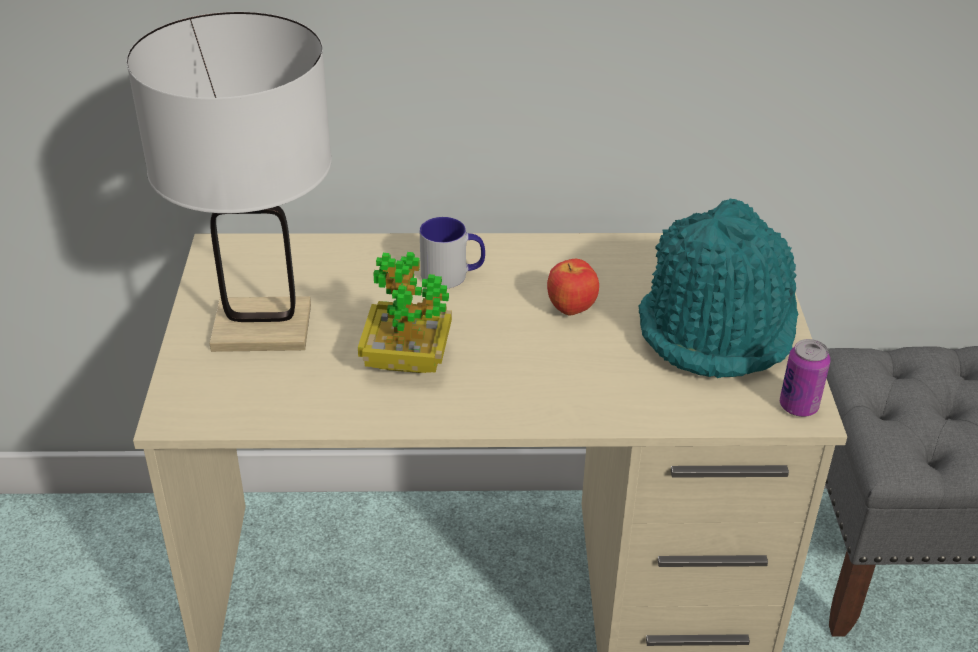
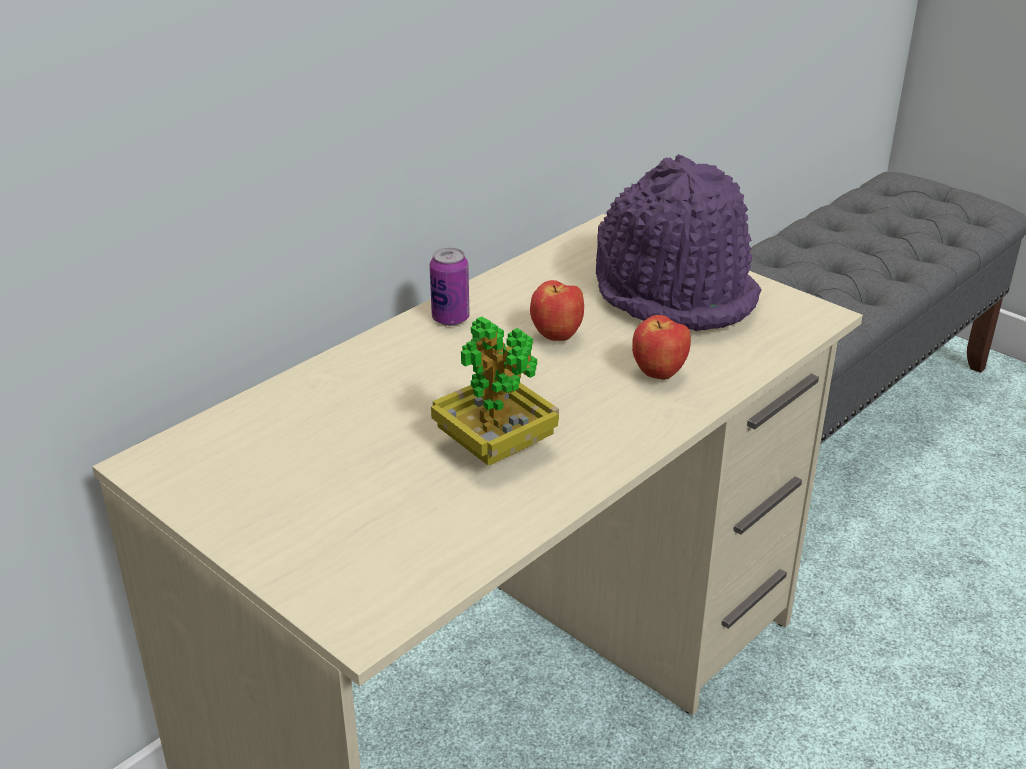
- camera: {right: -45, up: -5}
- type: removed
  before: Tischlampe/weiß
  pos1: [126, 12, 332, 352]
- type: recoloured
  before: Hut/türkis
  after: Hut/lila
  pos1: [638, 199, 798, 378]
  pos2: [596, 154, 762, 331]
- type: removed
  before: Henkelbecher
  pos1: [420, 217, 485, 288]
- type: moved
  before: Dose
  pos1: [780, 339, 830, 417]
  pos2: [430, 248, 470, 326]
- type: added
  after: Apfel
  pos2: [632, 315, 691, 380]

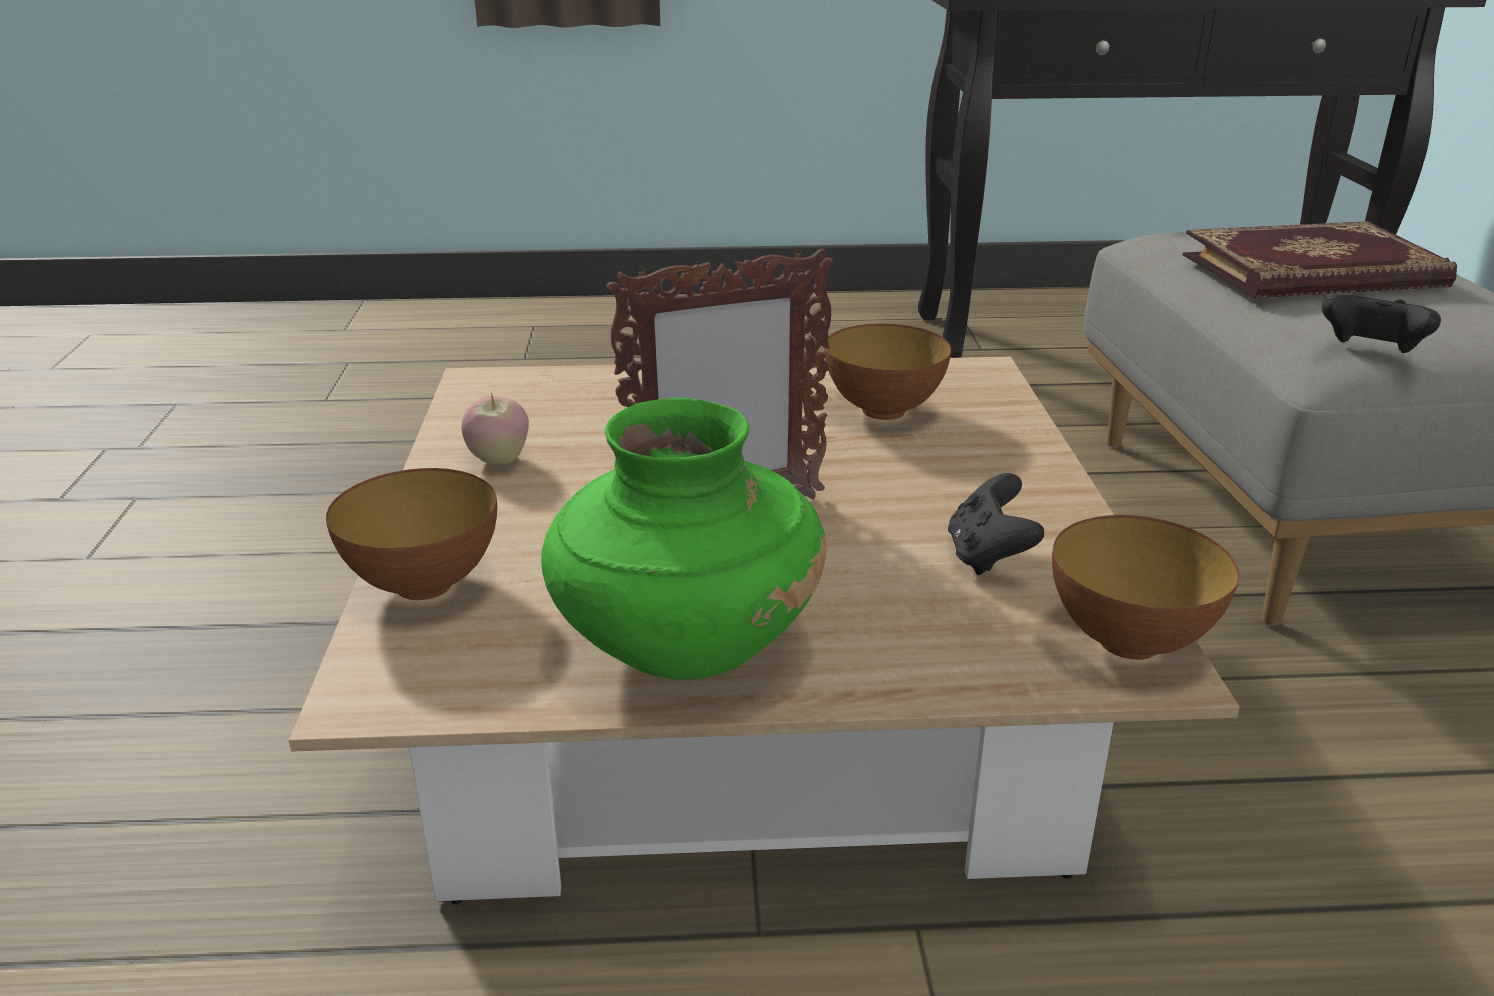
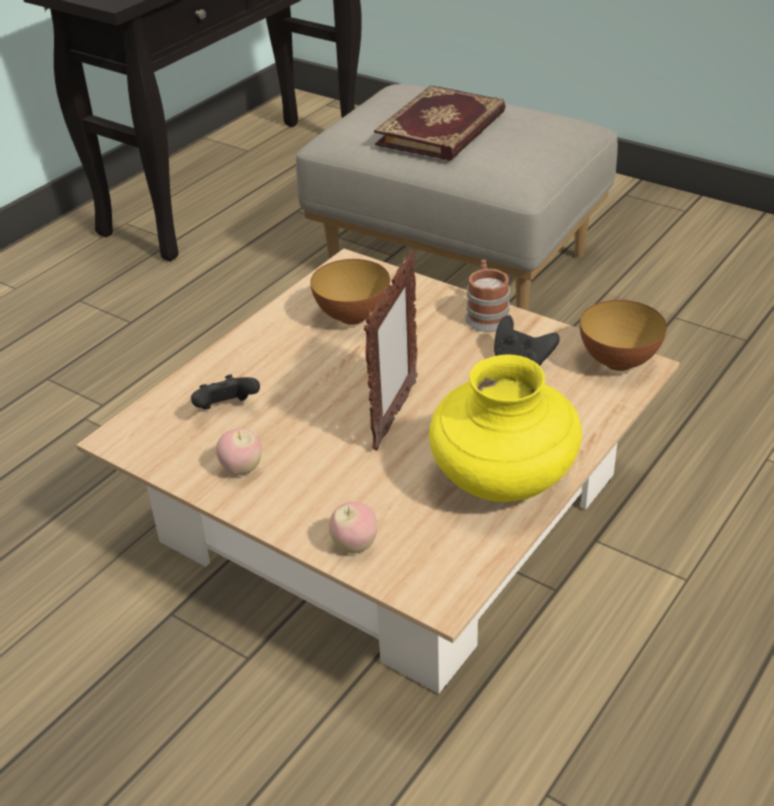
- camera: {right: -50, up: 10}
- type: moved
  before: Gamepad/schwarz
  pos1: [1322, 294, 1441, 353]
  pos2: [191, 375, 260, 410]
- type: recoloured
  before: Vase/grün
  after: Vase/gelb
  pos1: [541, 398, 826, 680]
  pos2: [429, 354, 582, 502]
- type: replaced
  before: Schüssel
  after: Apfel
  pos1: [326, 468, 497, 600]
  pos2: [329, 502, 378, 553]
- type: added
  after: Henkelbecher
  pos2: [465, 260, 510, 332]

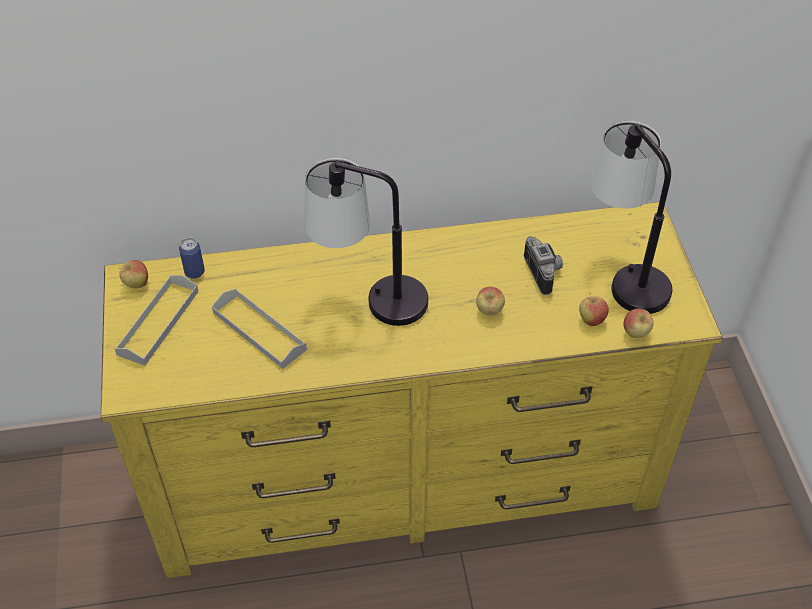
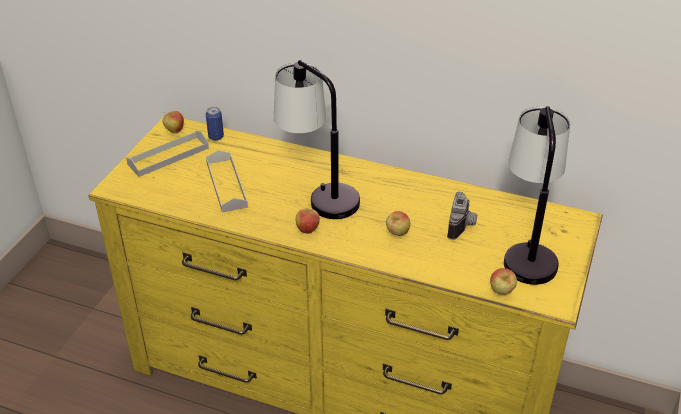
- camera: {right: 30, up: -10}
- type: moved
  before: Apfel
  pos1: [579, 293, 609, 326]
  pos2: [296, 205, 320, 234]

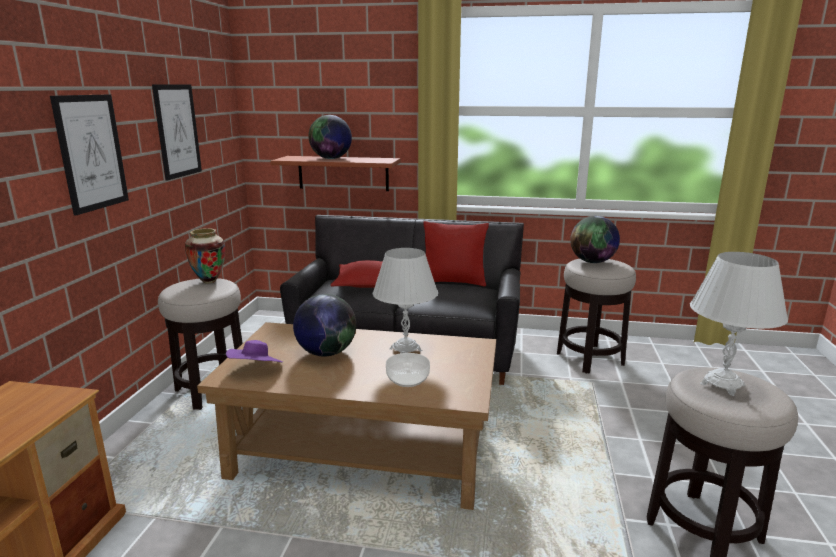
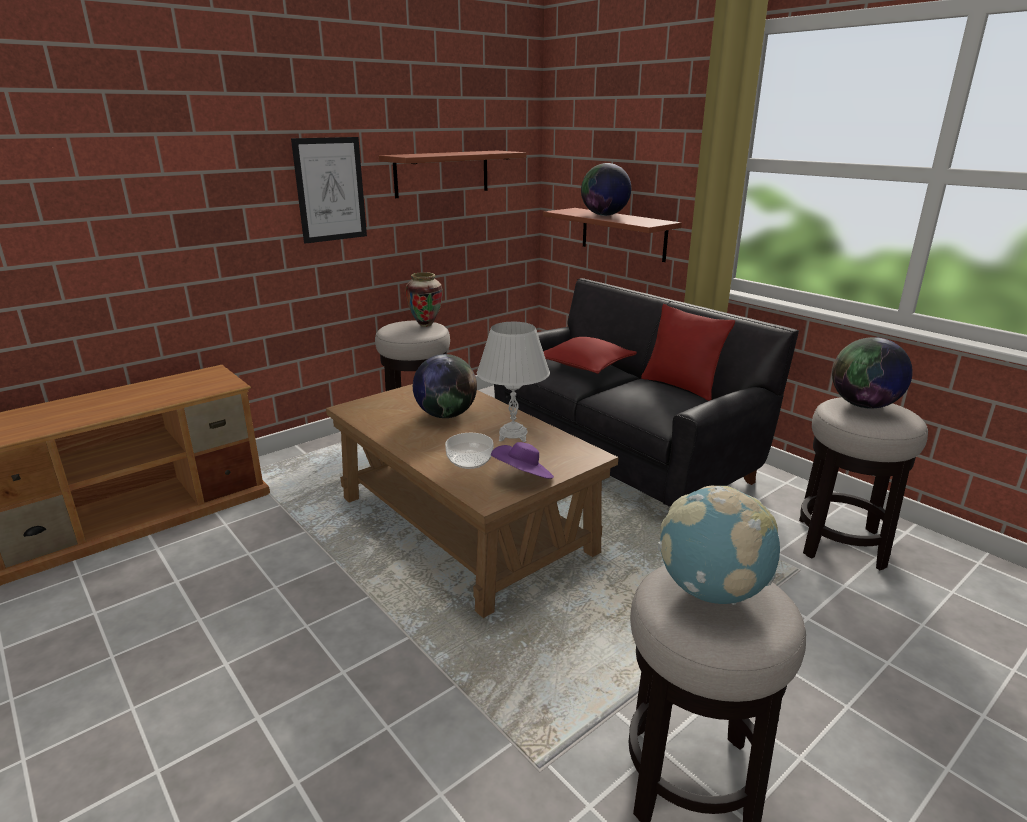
- camera: {right: 40, up: 5}
- type: replaced
  before: Bild
  after: Wandregal
  pos1: [152, 84, 202, 180]
  pos2: [379, 151, 527, 198]
- type: replaced
  before: Tischlampe/weiß
  after: Globus
  pos1: [690, 252, 788, 396]
  pos2: [658, 485, 780, 605]
- type: moved
  before: Hut/lila
  pos1: [226, 340, 283, 362]
  pos2: [491, 442, 554, 479]

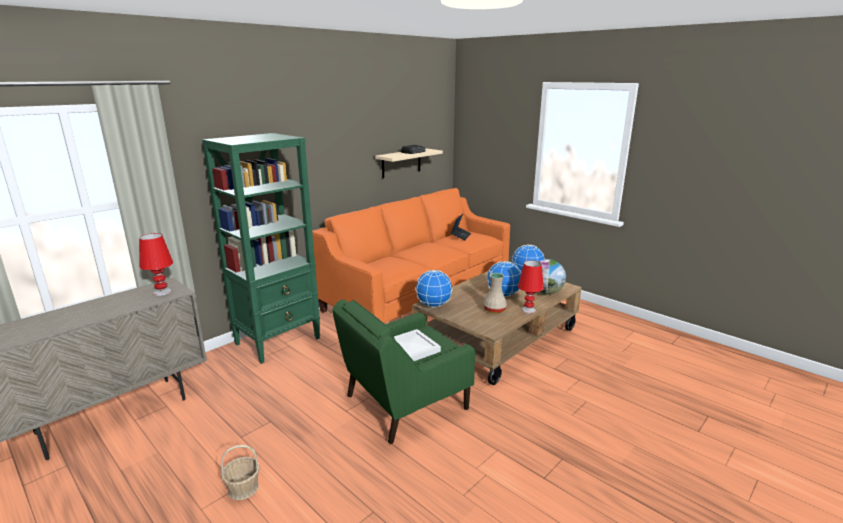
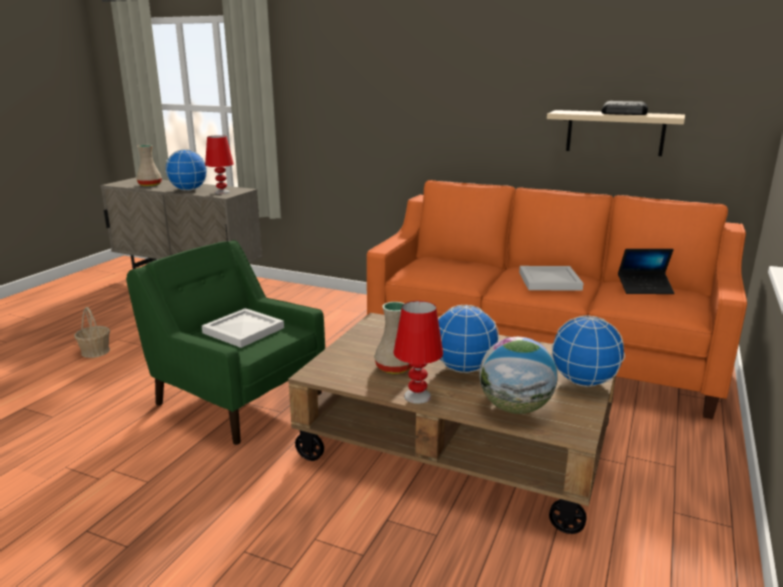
- camera: {right: 70, up: 0}
- type: removed
  before: Bücherregal/grün
  pos1: [202, 133, 320, 364]
- type: moved
  before: Globus
  pos1: [415, 270, 453, 307]
  pos2: [165, 149, 208, 191]
- type: added
  after: Vase/beige
  pos2: [136, 145, 162, 187]
- type: added
  after: Tablett/weiß
  pos2: [519, 266, 583, 291]

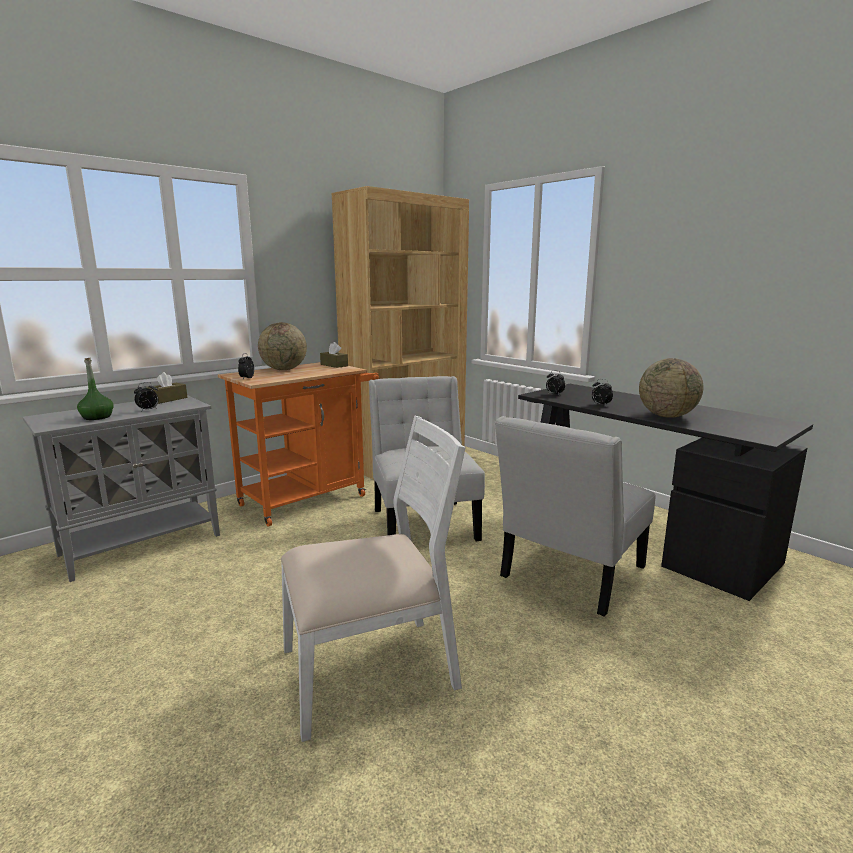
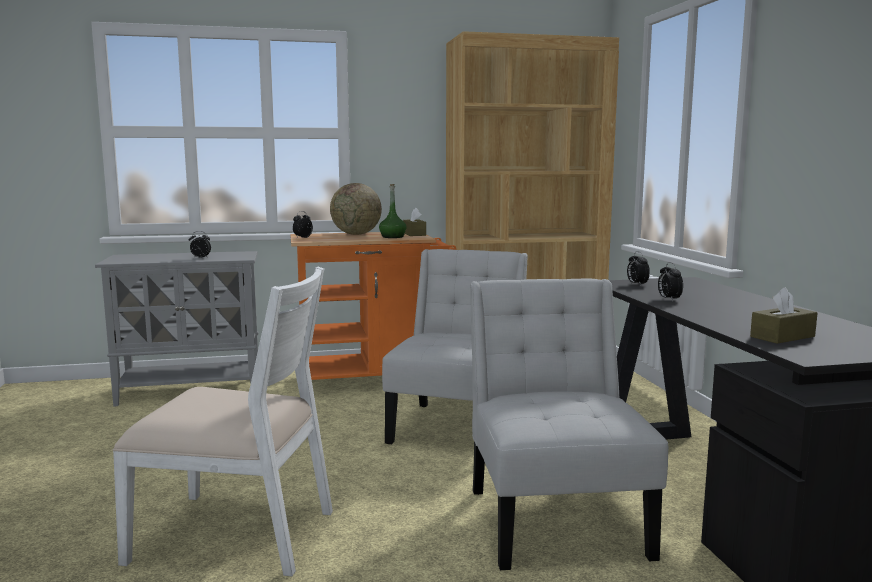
- camera: {right: 30, up: -5}
- type: moved
  before: Flasche/grün
  pos1: [77, 358, 114, 420]
  pos2: [379, 184, 407, 238]
- type: removed
  before: Globus
  pos1: [639, 358, 703, 418]
- type: moved
  before: Taschentuchbox/braun
  pos1: [148, 372, 187, 404]
  pos2: [750, 287, 817, 344]
- type: turned
  before: Stuhl/weiß
  pos1: [495, 416, 655, 617]
  pos2: [470, 279, 668, 570]
  turn: 105

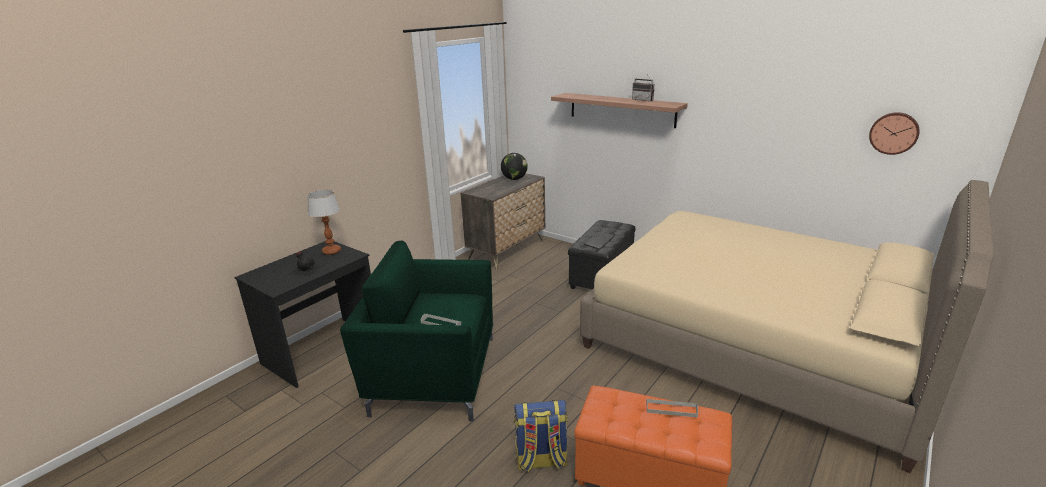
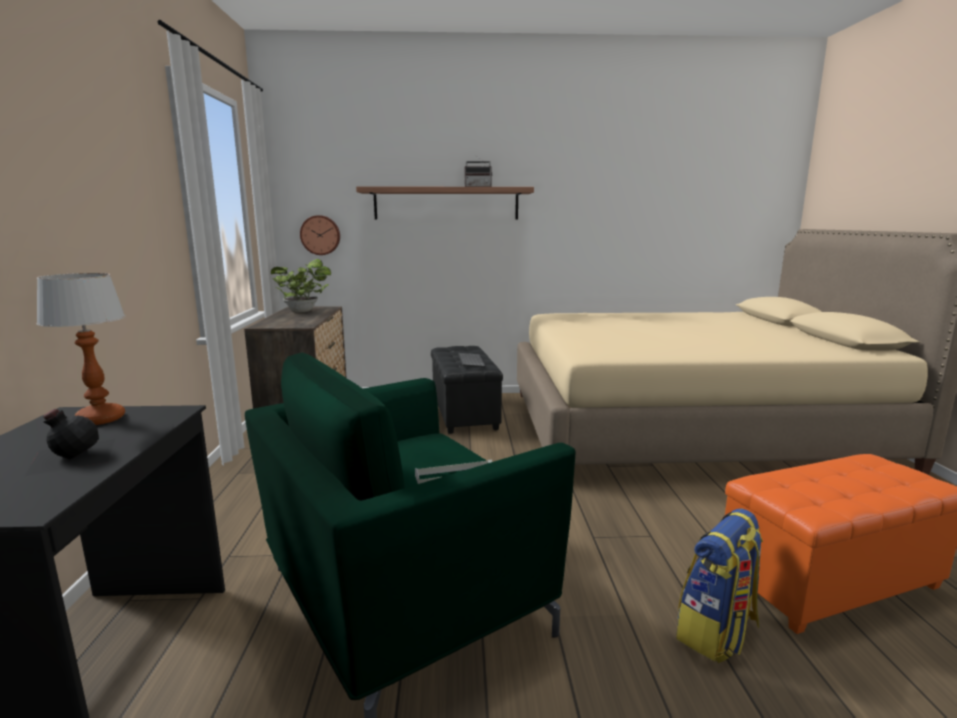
- camera: {right: -40, up: -10}
- type: moved
  before: Wanduhr
  pos1: [869, 112, 920, 155]
  pos2: [300, 215, 340, 255]
- type: replaced
  before: Globus
  after: Topfpflanze
  pos1: [501, 153, 528, 180]
  pos2: [271, 259, 331, 313]
- type: removed
  before: Tablett/grau
  pos1: [646, 399, 698, 418]

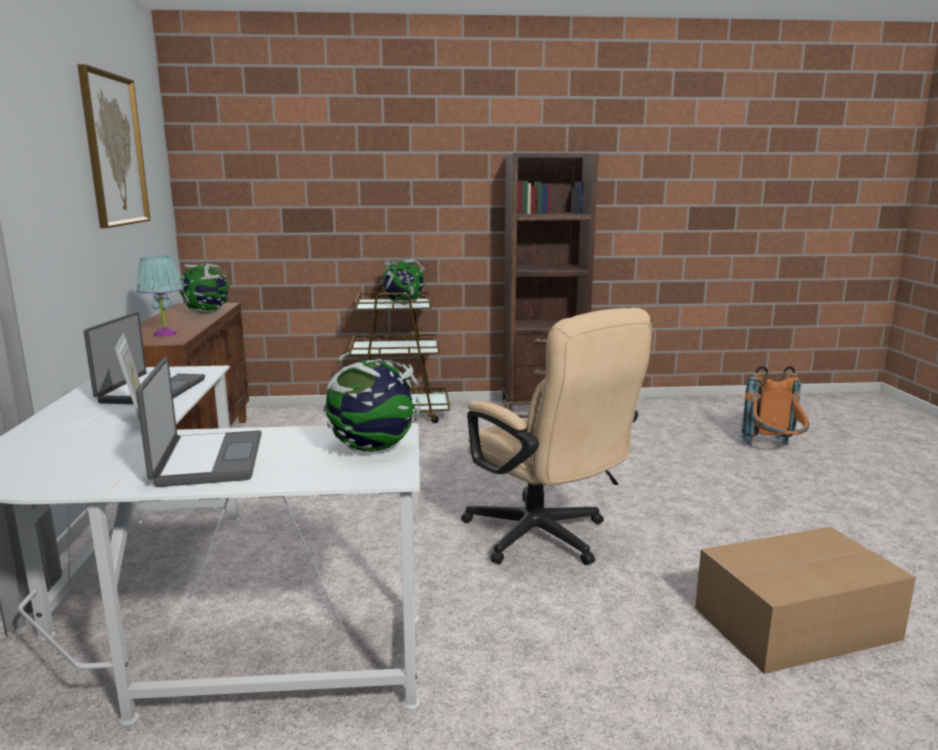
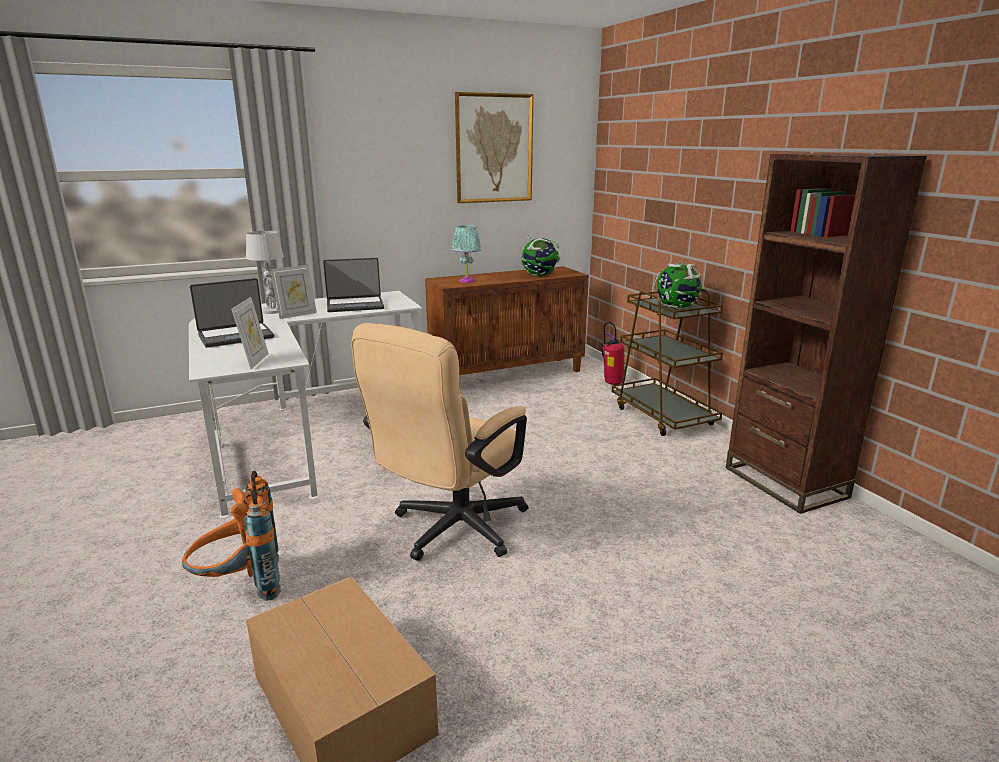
- camera: {right: 70, up: 5}
- type: replaced
  before: Globus
  after: Bilderrahmen
  pos1: [323, 352, 421, 452]
  pos2: [231, 297, 269, 370]
- type: moved
  before: Rucksack/orange
  pos1: [738, 366, 809, 445]
  pos2: [182, 471, 281, 601]
- type: added
  after: Tischlampe/weiß
  pos2: [246, 231, 284, 314]
- type: added
  after: Feuerlöscher
  pos2: [601, 322, 625, 385]

